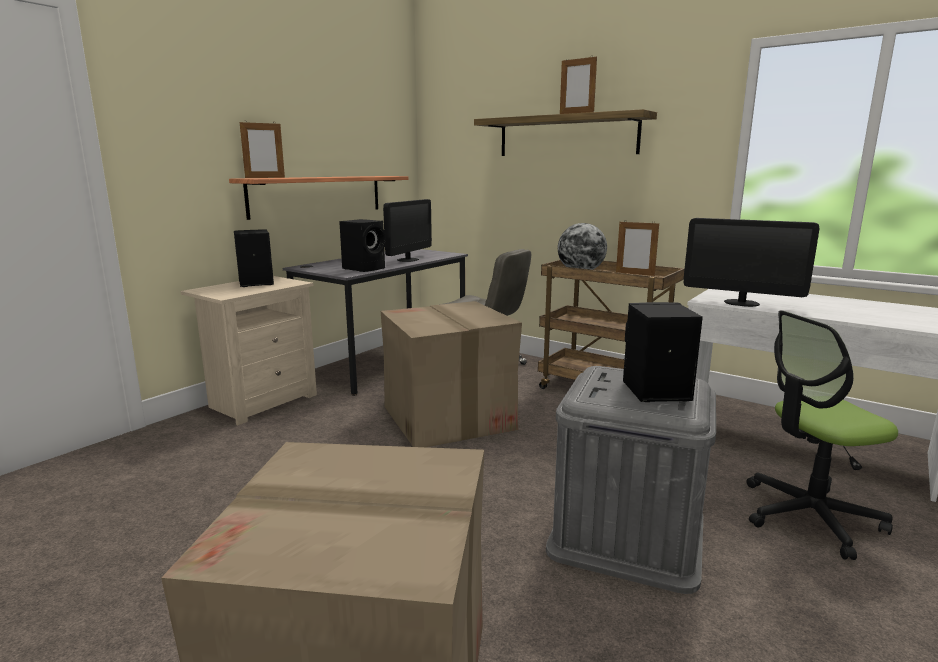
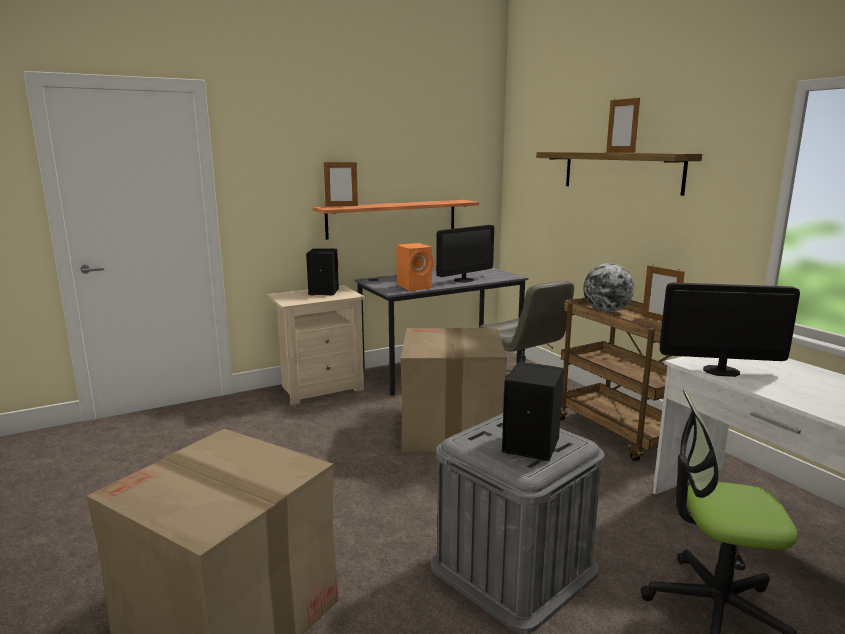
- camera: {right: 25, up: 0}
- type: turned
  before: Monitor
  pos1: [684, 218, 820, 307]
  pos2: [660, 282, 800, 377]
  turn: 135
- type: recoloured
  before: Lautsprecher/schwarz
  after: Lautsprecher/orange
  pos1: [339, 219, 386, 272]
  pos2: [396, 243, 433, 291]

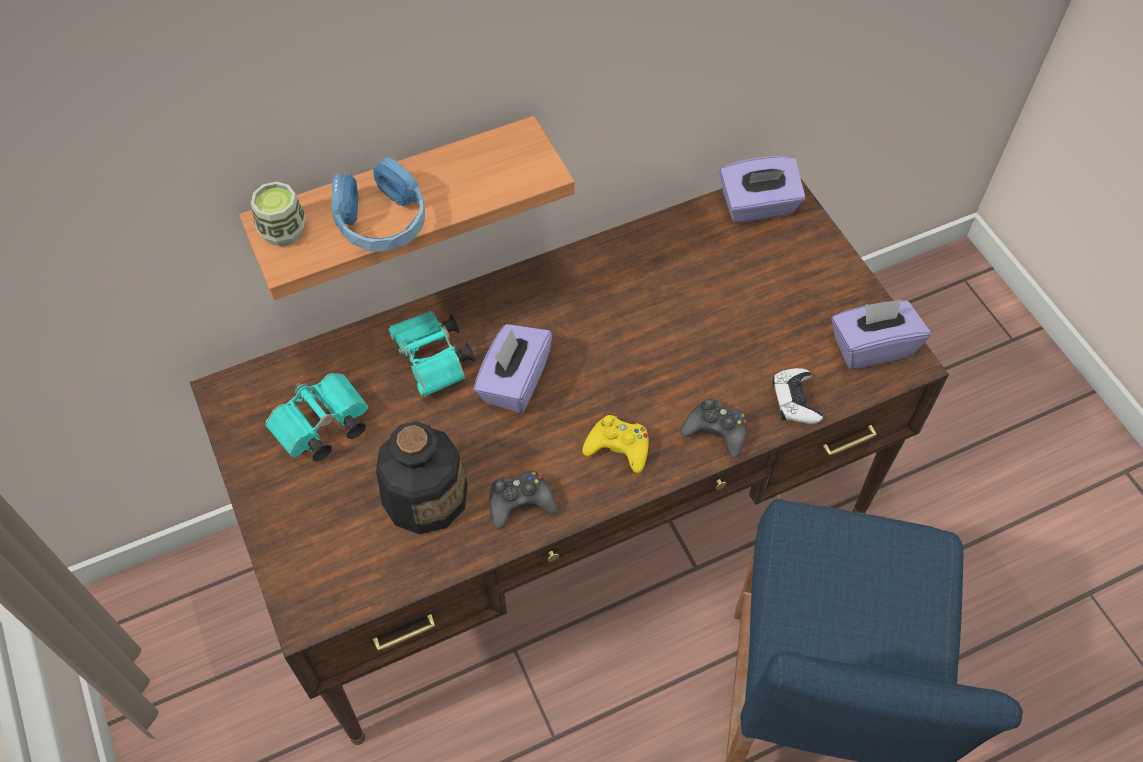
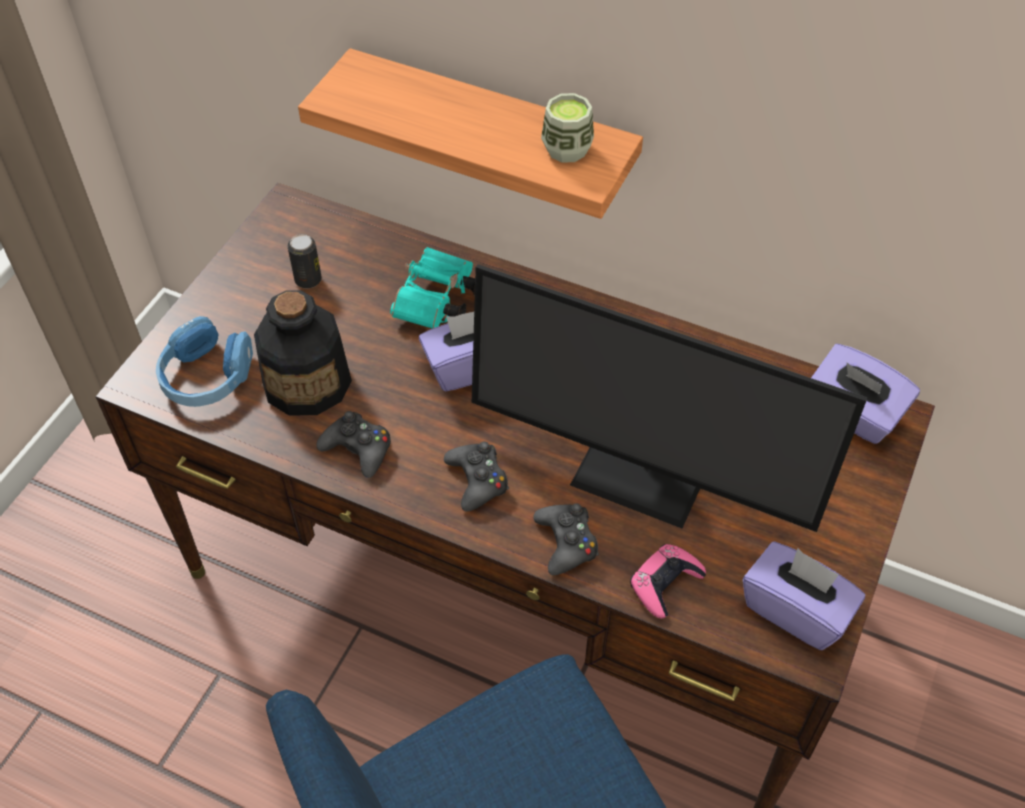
- camera: {right: 50, up: -5}
- type: moved
  before: Kopfhörer/blau
  pos1: [331, 158, 425, 252]
  pos2: [156, 316, 253, 407]
- type: moved
  before: Tasse
  pos1: [251, 181, 306, 247]
  pos2: [541, 93, 594, 163]
- type: recoloured
  before: Gamepad/weiß
  after: Gamepad/rosa
  pos1: [772, 368, 823, 424]
  pos2: [630, 544, 706, 618]
- type: replaced
  before: Fernglas/türkis
  after: Dose
  pos1: [265, 373, 368, 462]
  pos2: [288, 234, 322, 288]
- type: recoloured
  before: Gamepad/gelb
  after: Gamepad/schwarz
  pos1: [582, 415, 649, 473]
  pos2: [444, 441, 509, 512]
- type: added
  after: Monitor
  pos2: [472, 264, 868, 532]

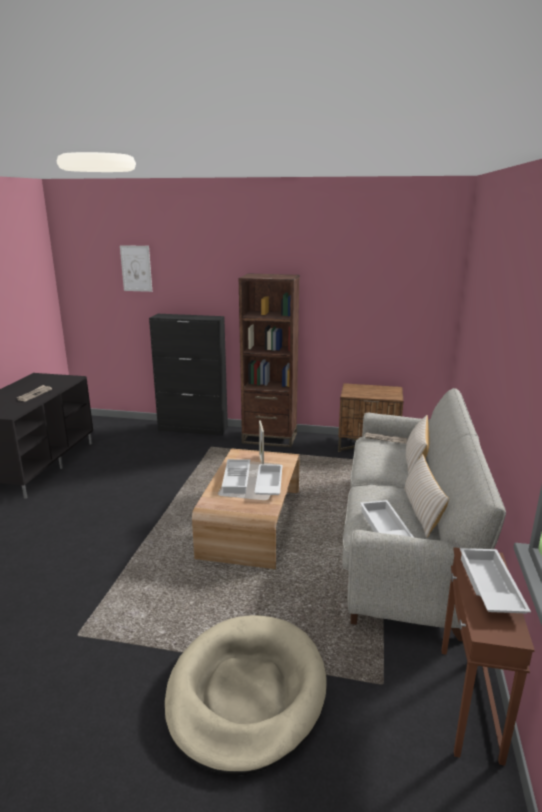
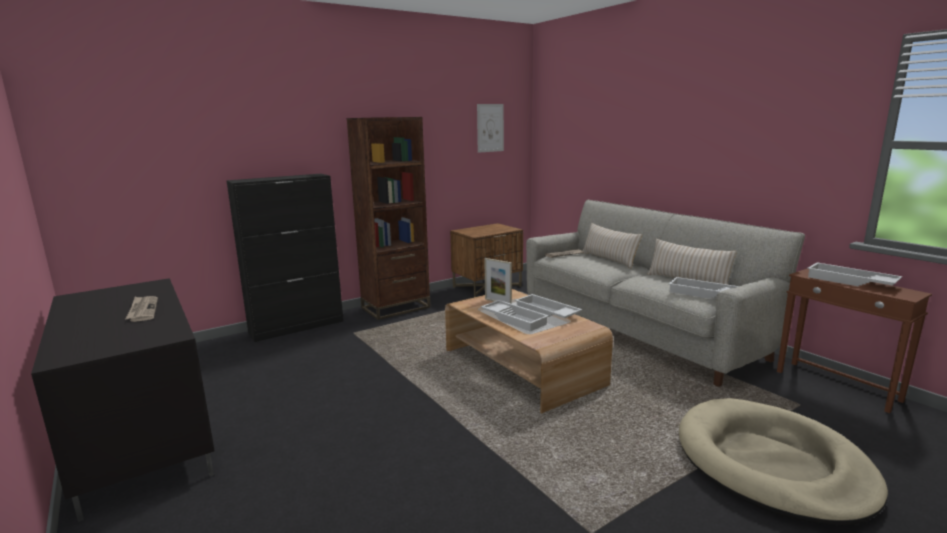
- camera: {right: -45, up: -5}
- type: moved
  before: Bild
  pos1: [120, 245, 152, 292]
  pos2: [477, 104, 504, 153]

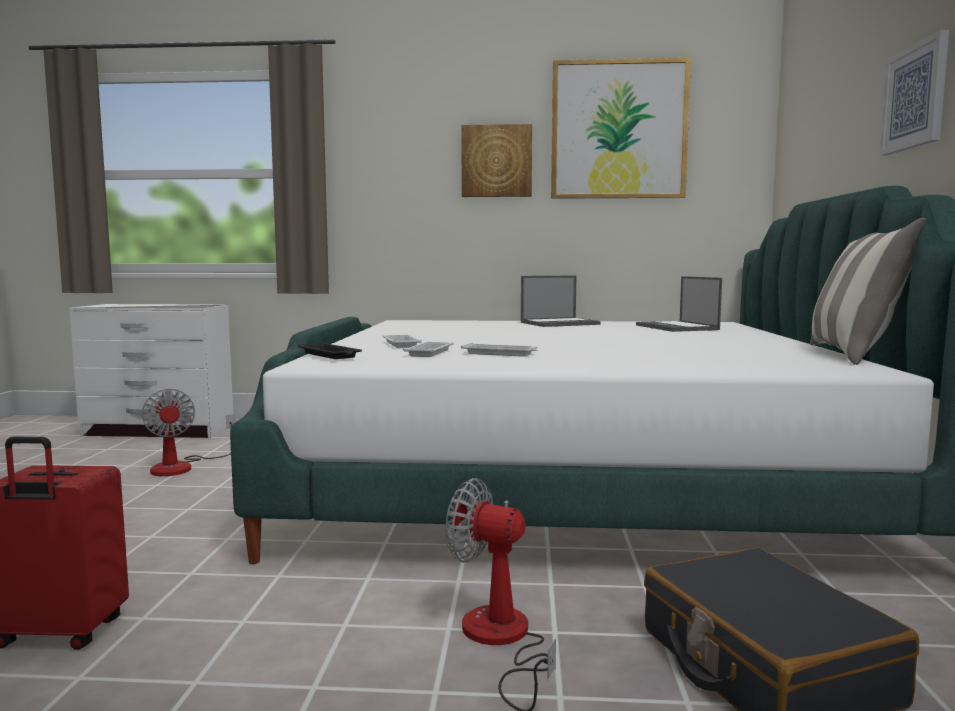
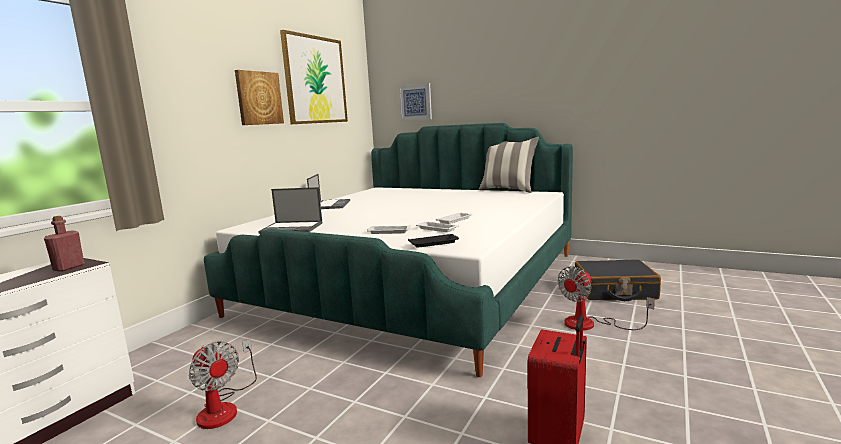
- camera: {right: -65, up: 5}
- type: moved
  before: Bild
  pos1: [880, 30, 949, 155]
  pos2: [398, 83, 432, 121]
- type: moved
  before: Laptop
  pos1: [636, 276, 722, 332]
  pos2: [258, 187, 322, 234]
- type: turned
  before: Ventilator
  pos1: [141, 389, 236, 476]
  pos2: [189, 339, 257, 429]
  turn: 45
- type: added
  after: Flasche/rot
  pos2: [44, 216, 85, 272]

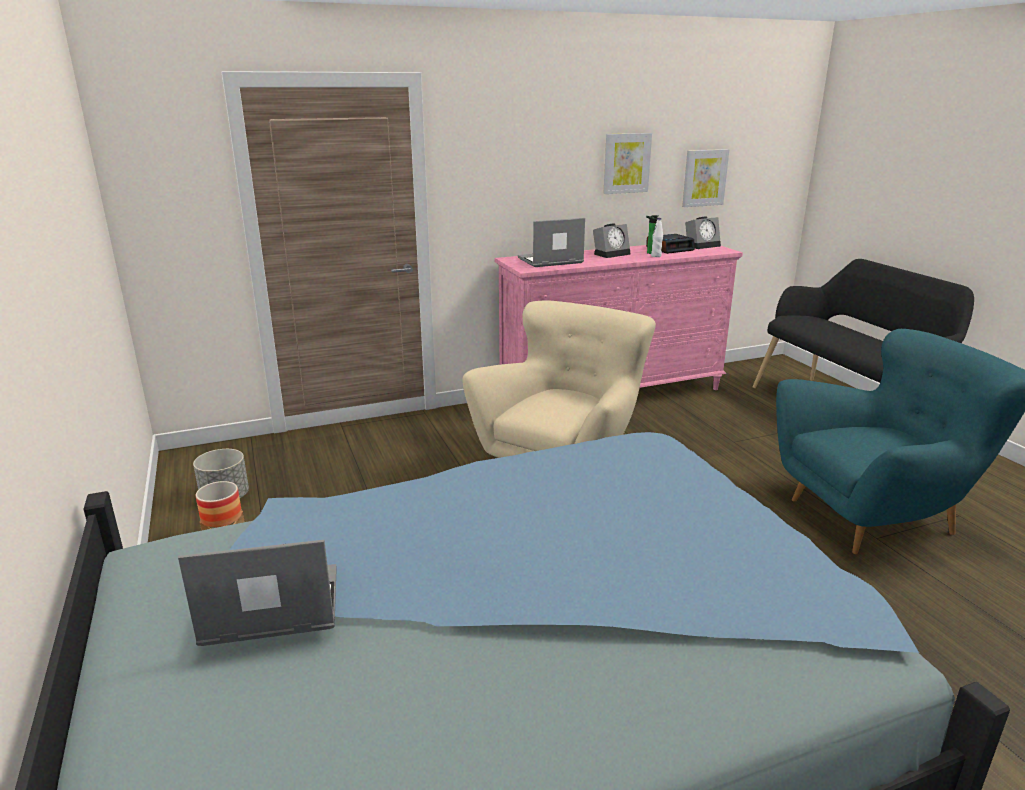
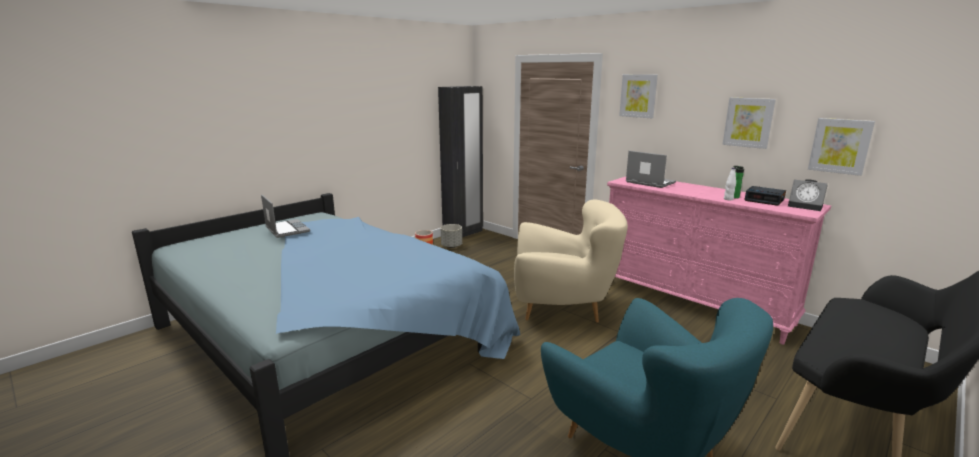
- camera: {right: 65, up: -5}
- type: removed
  before: Wecker
  pos1: [593, 223, 631, 258]
- type: added
  after: Bild
  pos2: [619, 74, 658, 118]
- type: added
  after: Kleiderschrank/schwarz
  pos2: [438, 86, 483, 237]

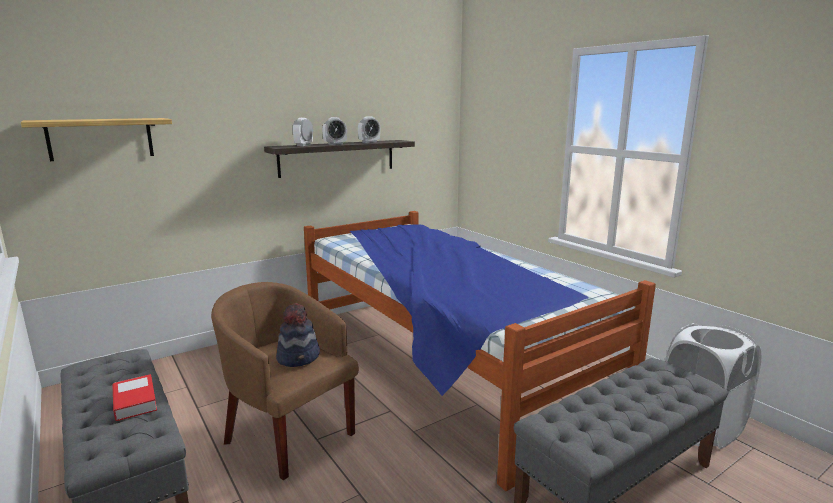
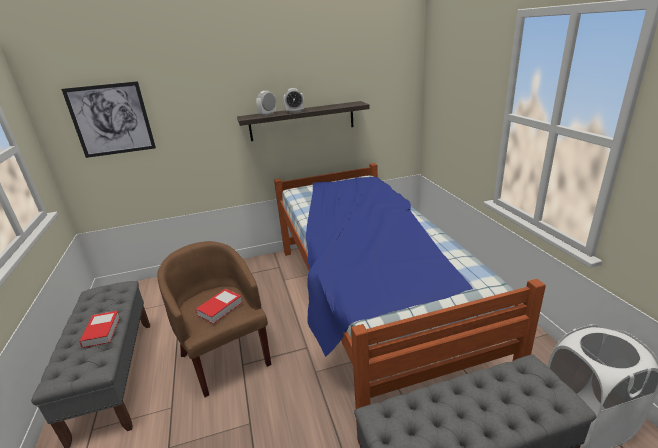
- camera: {right: 20, up: 10}
- type: removed
  before: Wecker
  pos1: [358, 116, 381, 143]
- type: replaced
  before: Wandregal
  after: Bild
  pos1: [21, 118, 172, 161]
  pos2: [61, 81, 156, 158]
- type: replaced
  before: Hut
  after: Buch
  pos1: [276, 303, 320, 367]
  pos2: [196, 289, 243, 324]

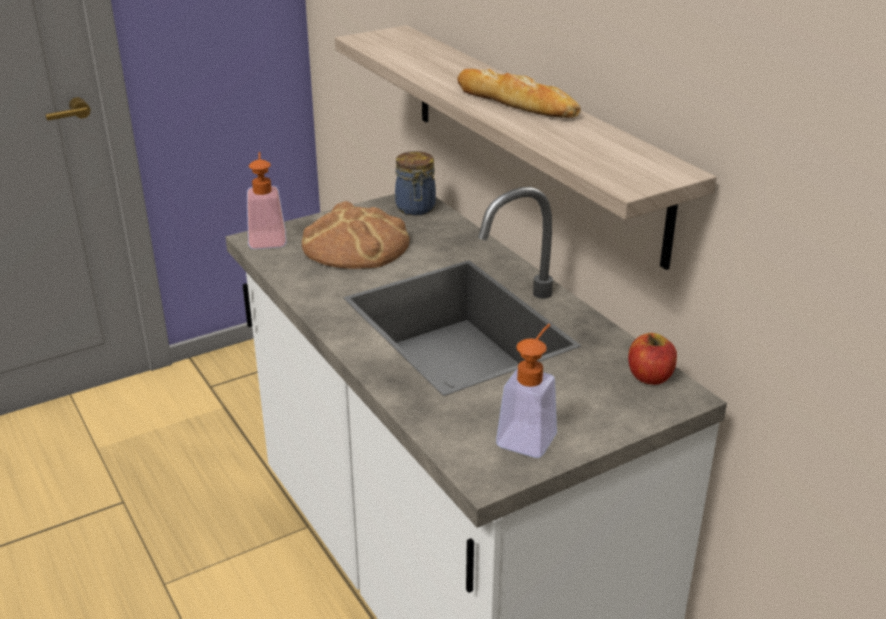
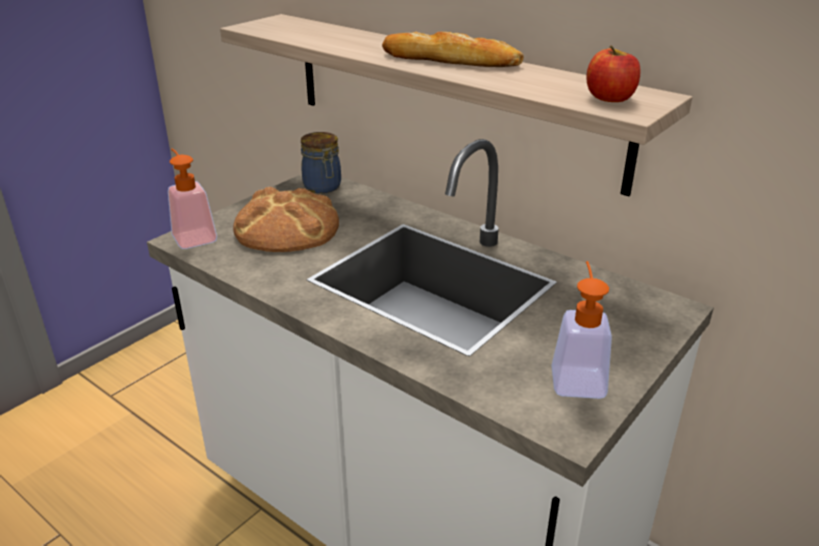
- camera: {right: -20, up: 0}
- type: moved
  before: Apfel
  pos1: [628, 333, 677, 385]
  pos2: [586, 46, 640, 102]

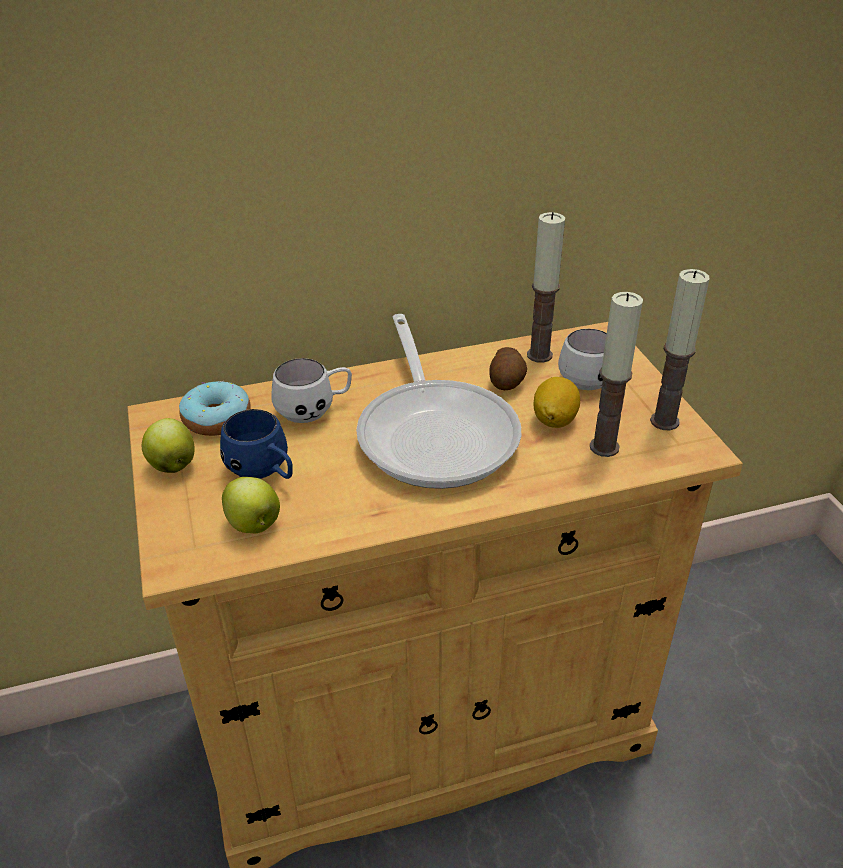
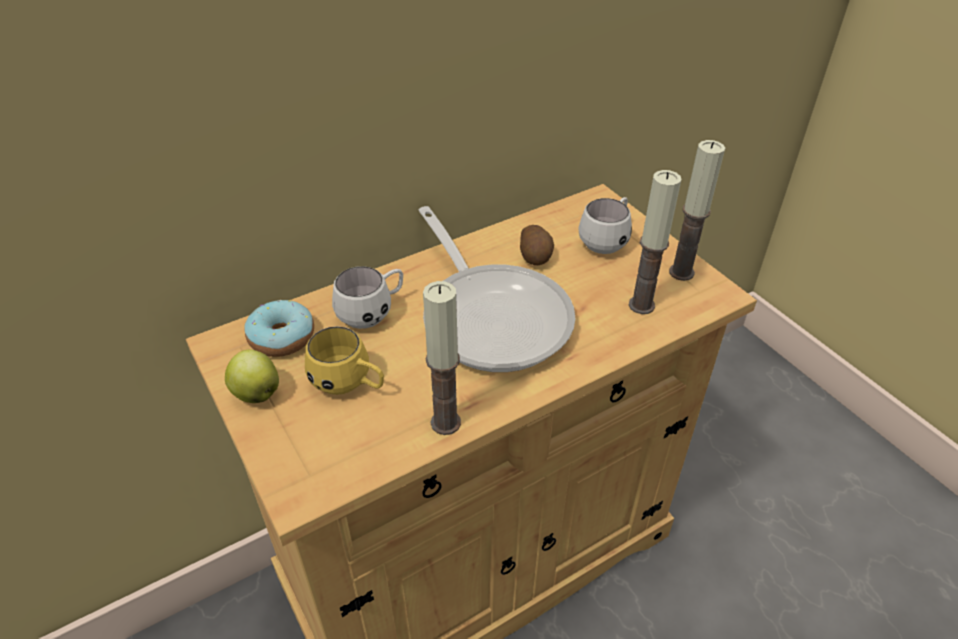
- camera: {right: -15, up: 5}
- type: moved
  before: Kerze
  pos1: [527, 212, 565, 363]
  pos2: [423, 281, 461, 435]
- type: removed
  before: Zitrone
  pos1: [534, 377, 580, 428]
- type: recoloured
  before: Henkelbecher/blau
  after: Henkelbecher/gelb
  pos1: [220, 409, 293, 479]
  pos2: [305, 326, 384, 395]
- type: removed
  before: Apfel
  pos1: [222, 477, 280, 533]

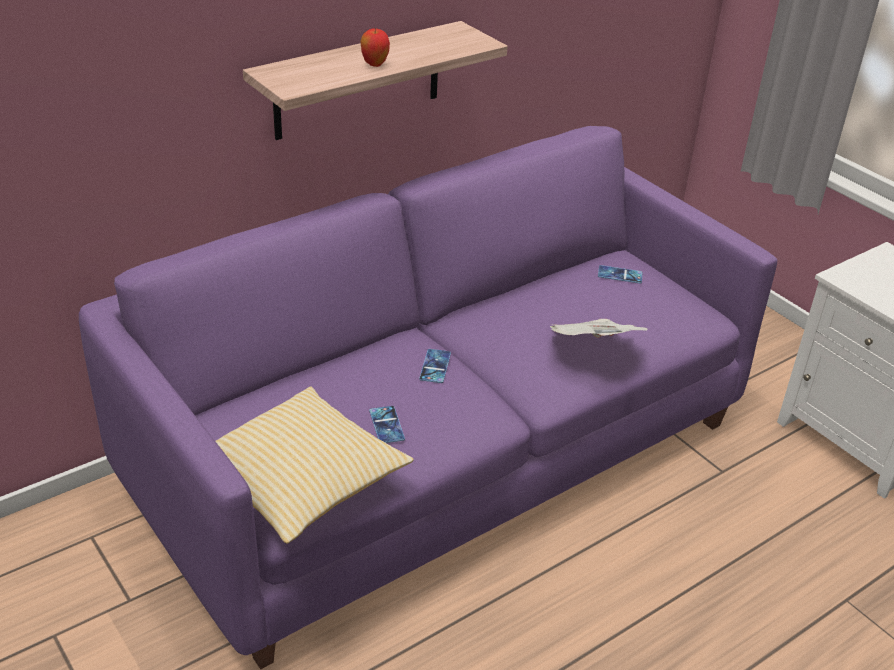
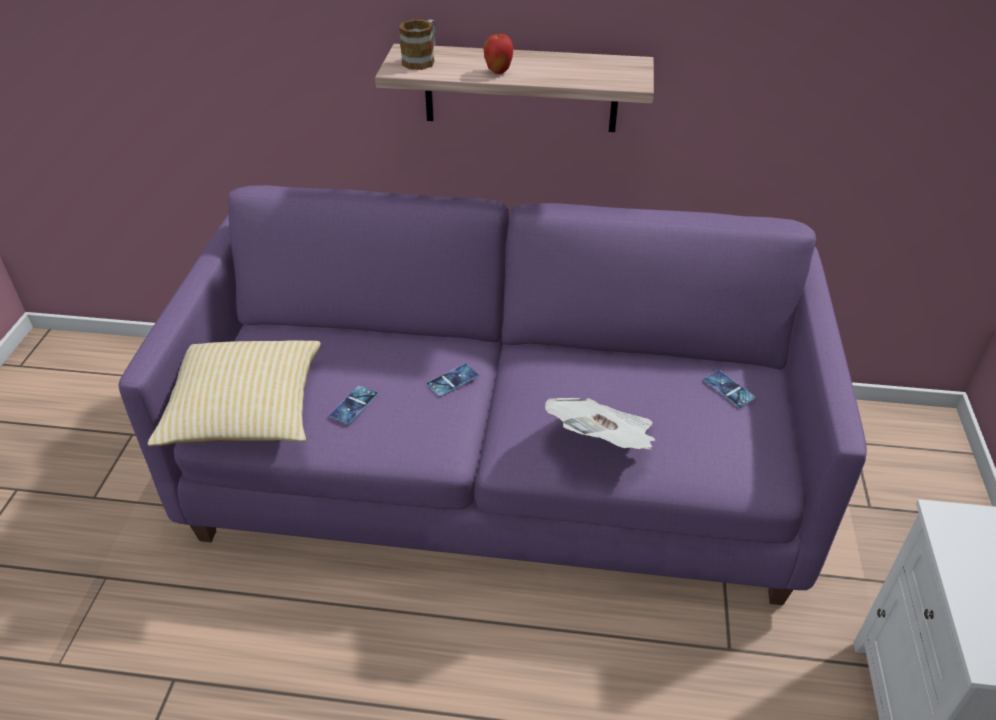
- camera: {right: 45, up: 5}
- type: added
  after: Henkelbecher
  pos2: [399, 19, 436, 70]

